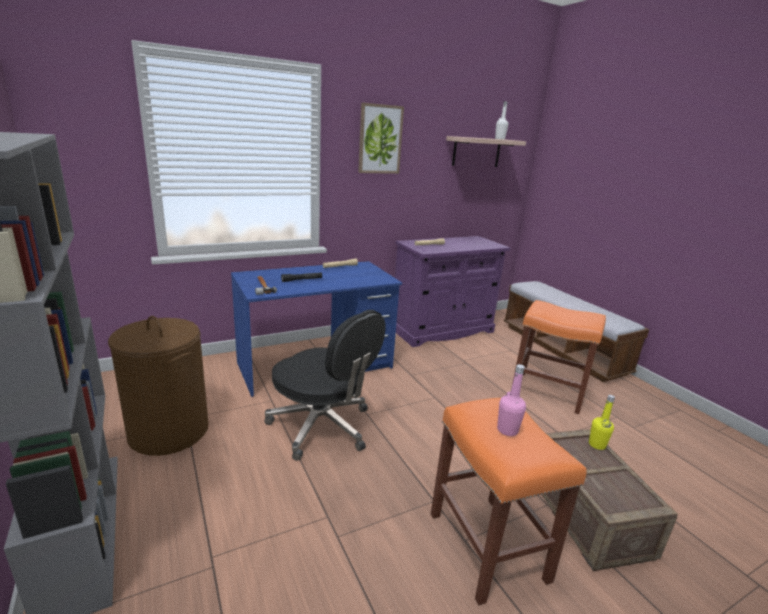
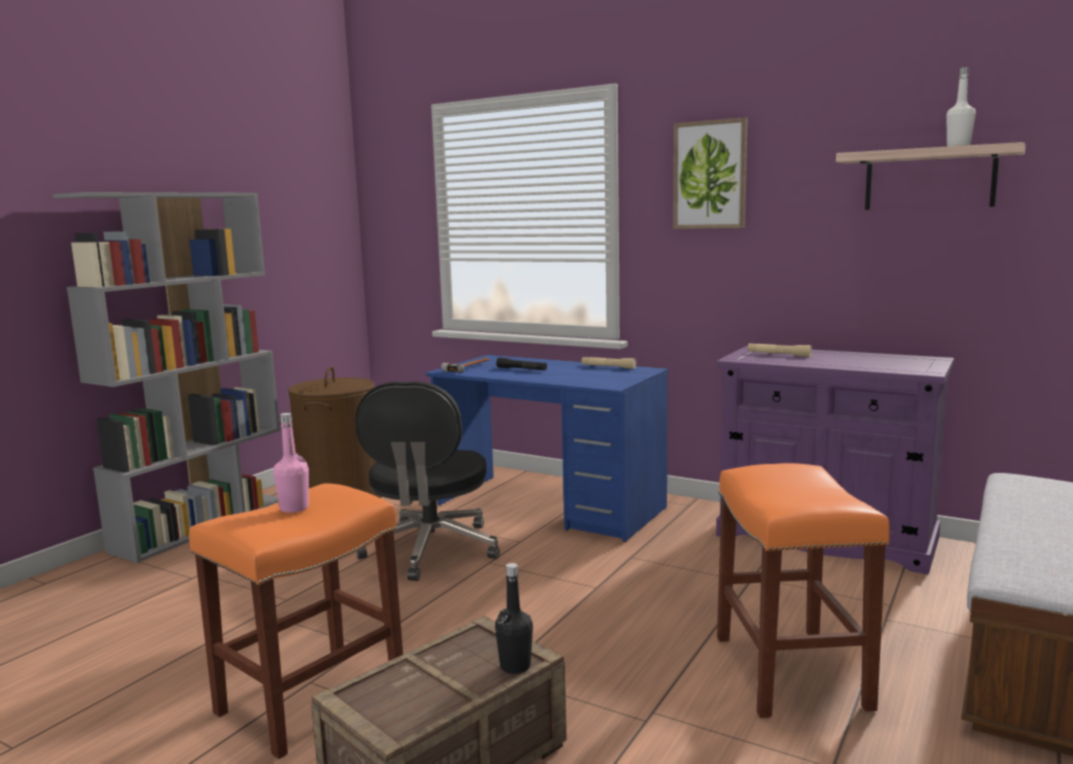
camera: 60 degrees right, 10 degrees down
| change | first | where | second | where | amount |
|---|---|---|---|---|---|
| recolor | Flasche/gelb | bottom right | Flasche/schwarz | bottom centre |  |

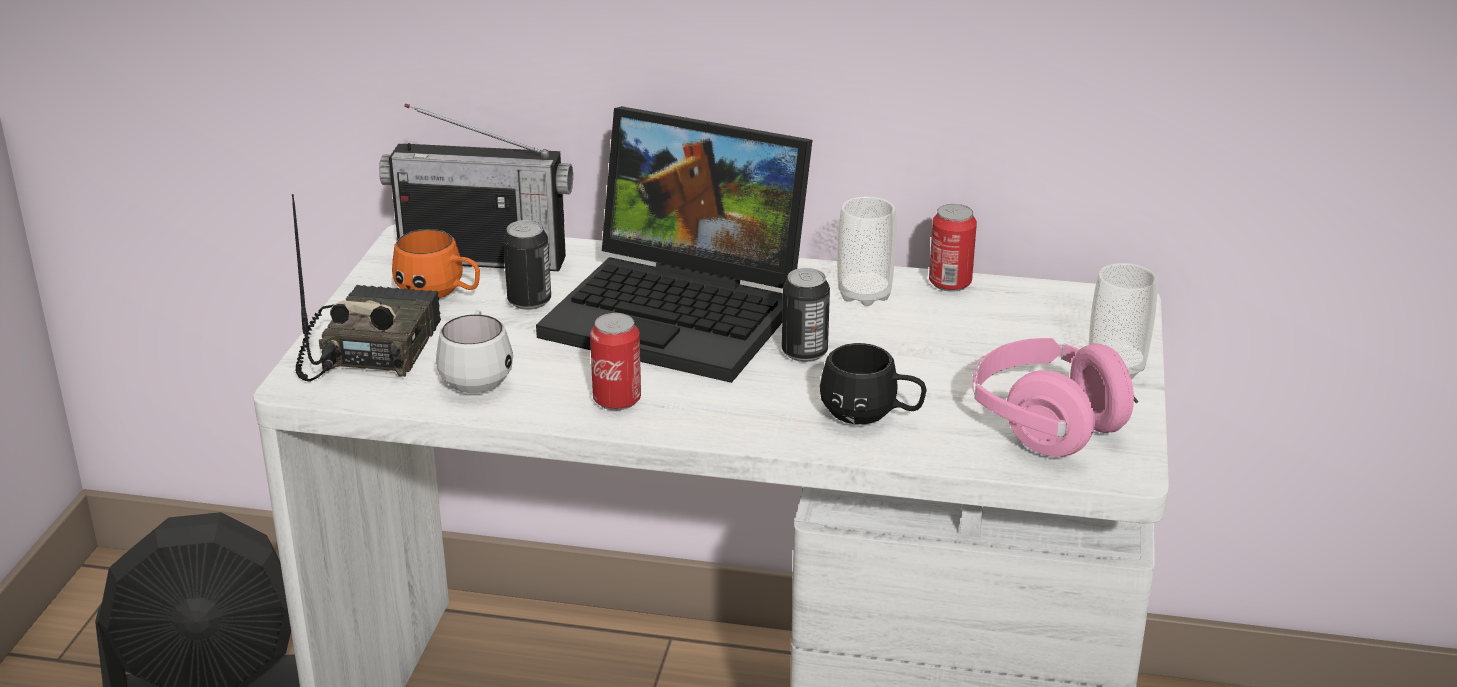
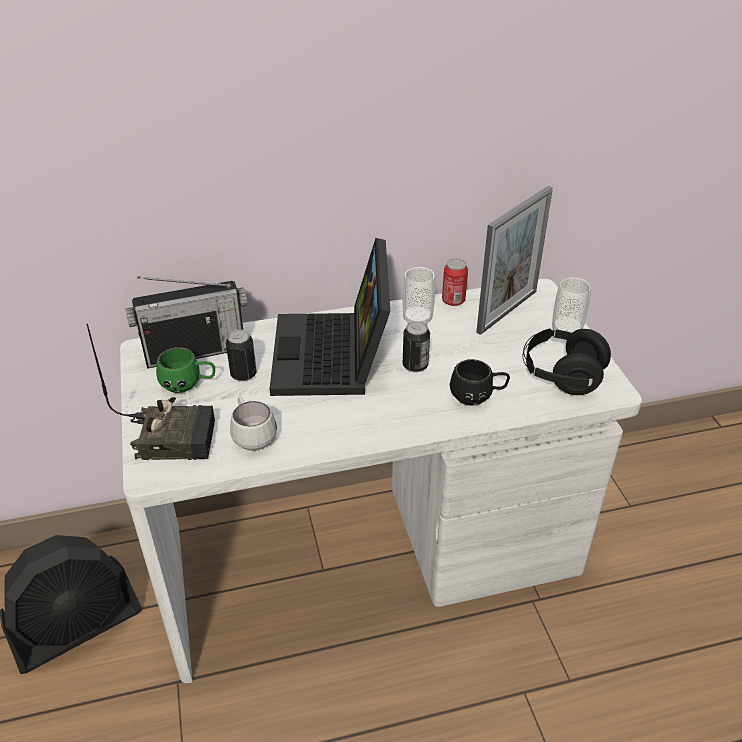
camera: 25 degrees left, 10 degrees up
| change | first | where | second | where | amount |
|---|---|---|---|---|---|
| delete | Dose (2nd from left) | centre |  |  |  |
| insert |  |  | Bilderrahmen | middle right |  |
| recolor | Henkelbecher/orange | middle left | Henkelbecher/grün | middle left |  |
| recolor | Kopfhörer/rosa | middle right | Kopfhörer/schwarz | middle right |  |
| rotate | Radio (1st from left) | middle left |  | middle left | 105 degrees clockwise |
| rotate | Laptop | centre |  | centre | 90 degrees clockwise |

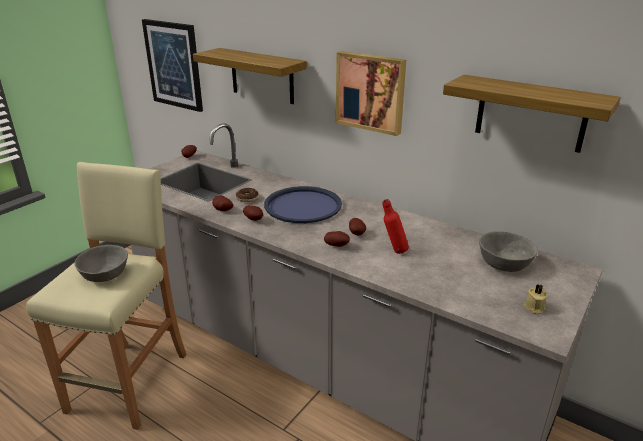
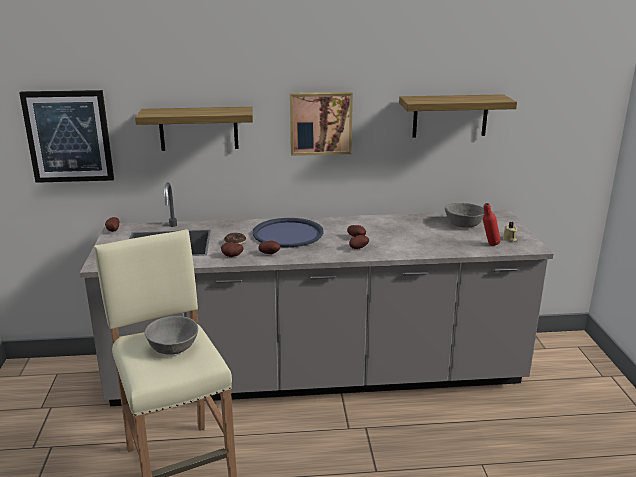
camera: 40 degrees left, 5 degrees down
| change | first | where | second | where | amount |
|---|---|---|---|---|---|
| move | Flasche/rot | centre |  | middle right |  |

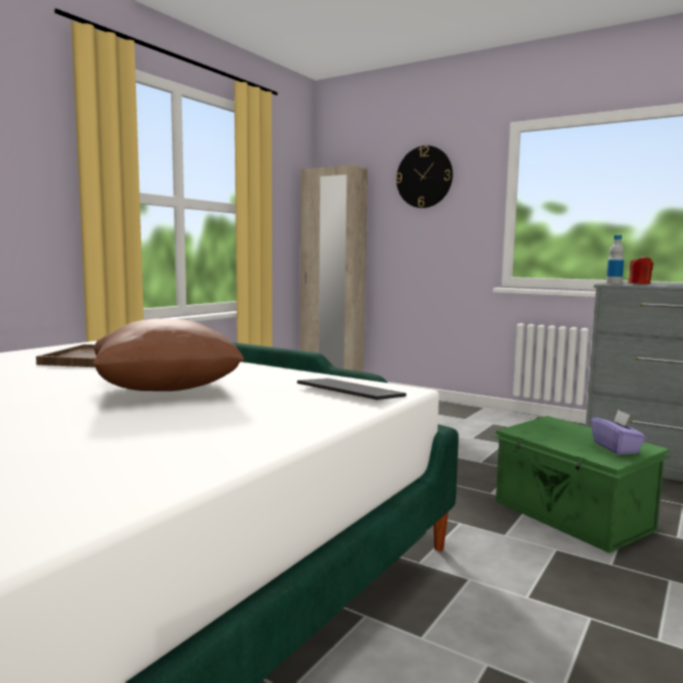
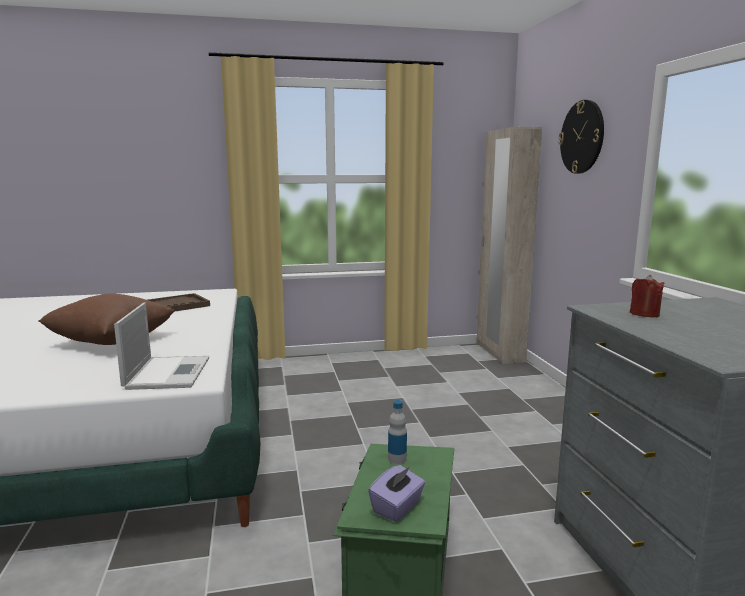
camera: 45 degrees right, 5 degrees up
| change | first | where | second | where | amount |
|---|---|---|---|---|---|
| move | Flasche | middle right |  | bottom centre |  |
| replace | Tastatur | centre | Laptop | middle left |  |

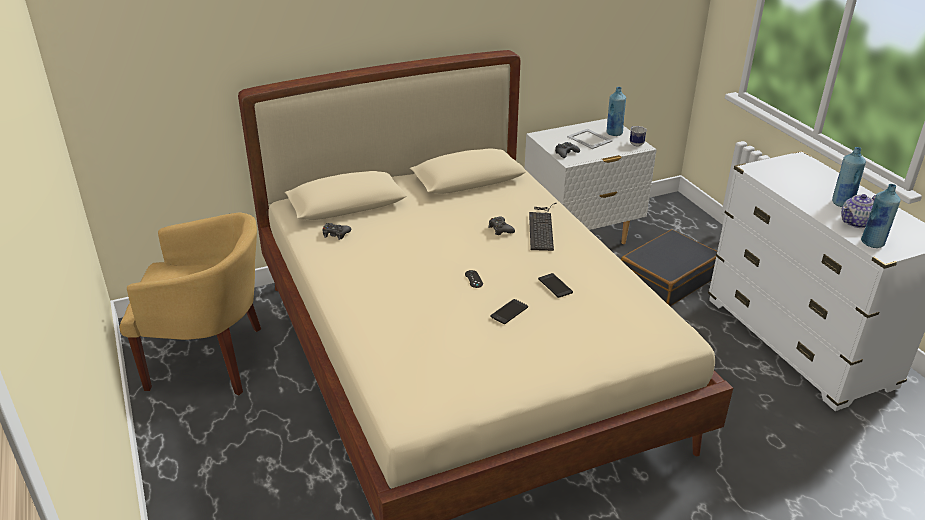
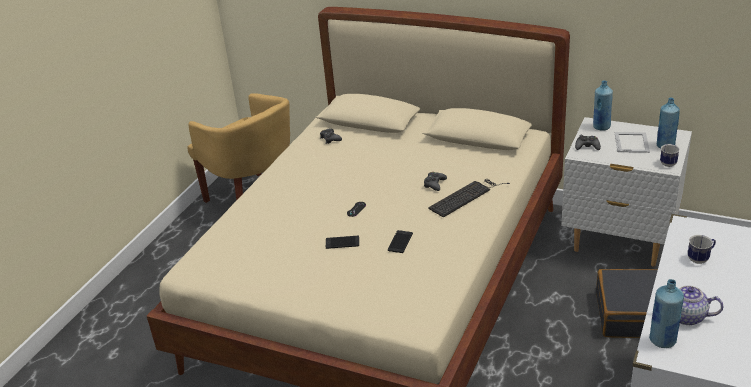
camera: 50 degrees right, 0 degrees up
| change | first | where | second | where | amount |
|---|---|---|---|---|---|
| insert |  |  | Henkelbecher (2nd from left) | middle right |  |
| move | Flasche/blau (2nd from left in the first image) | middle right | Flasche/blau (1st from left) | top right |  |

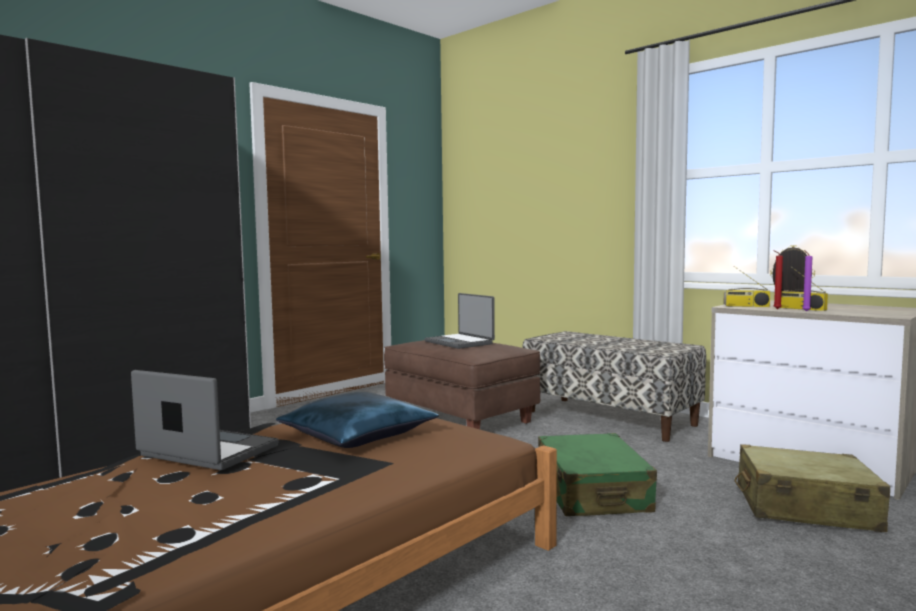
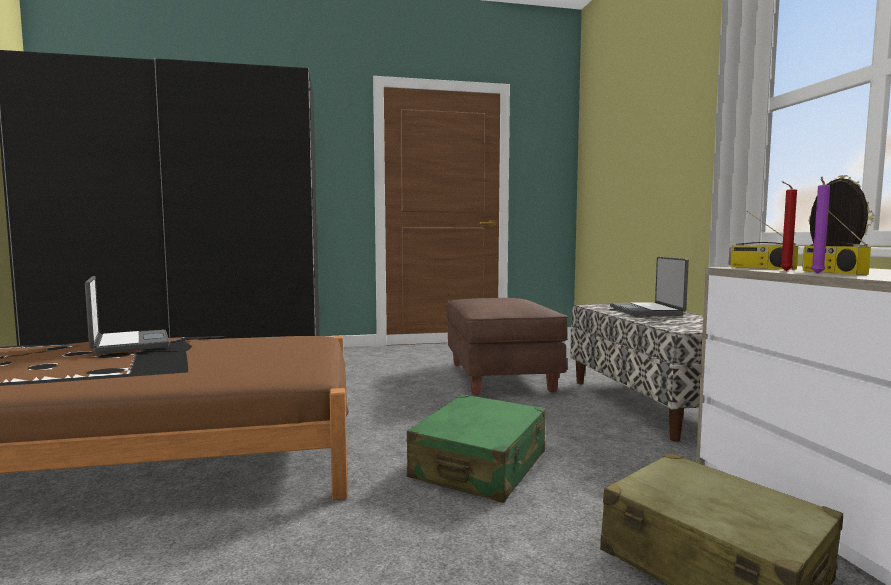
camera: 35 degrees right, 0 degrees up
| change | first | where | second | where | amount |
|---|---|---|---|---|---|
| delete | Kissen/blau | bottom centre |  |  |  |
| move | Laptop (2nd from left) | centre |  | middle right |  |

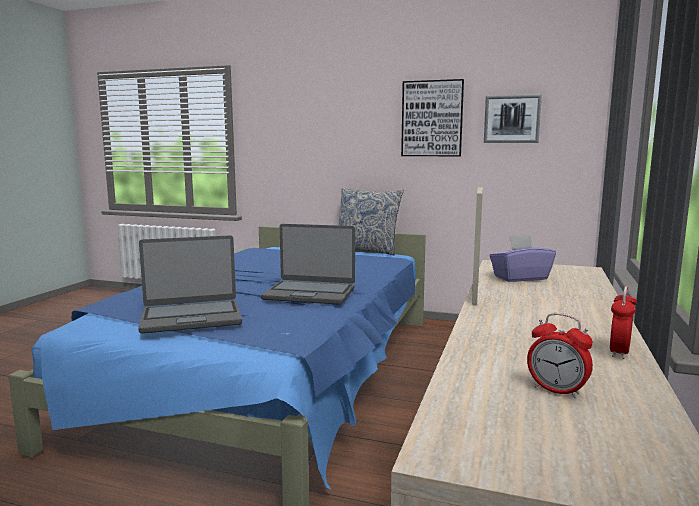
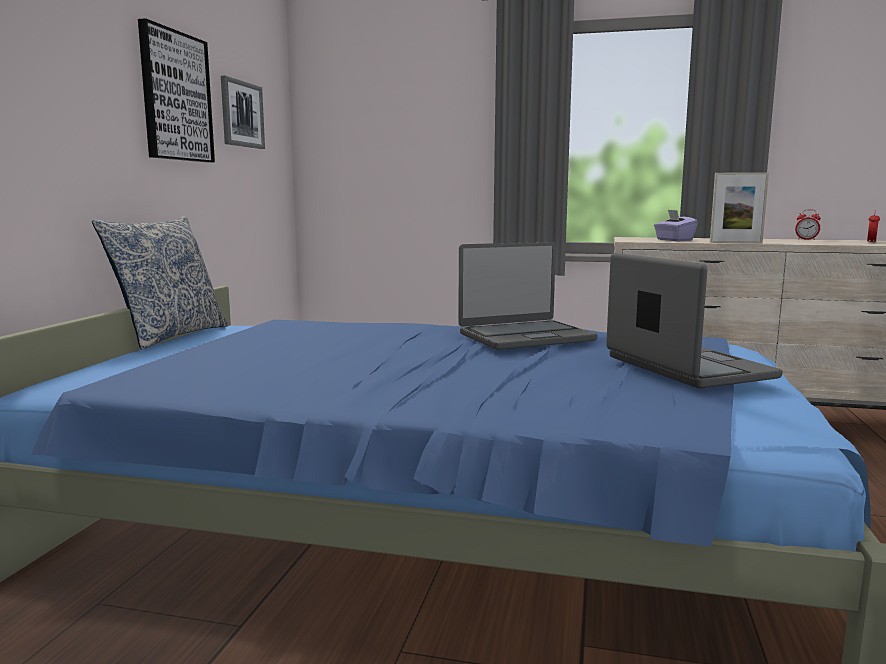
camera: 95 degrees left, 0 degrees up
| change | first | where | second | where | amount |
|---|---|---|---|---|---|
| rotate | Laptop (2nd from left in the first image) | centre | Laptop (1st from left) | centre | 60 degrees clockwise |

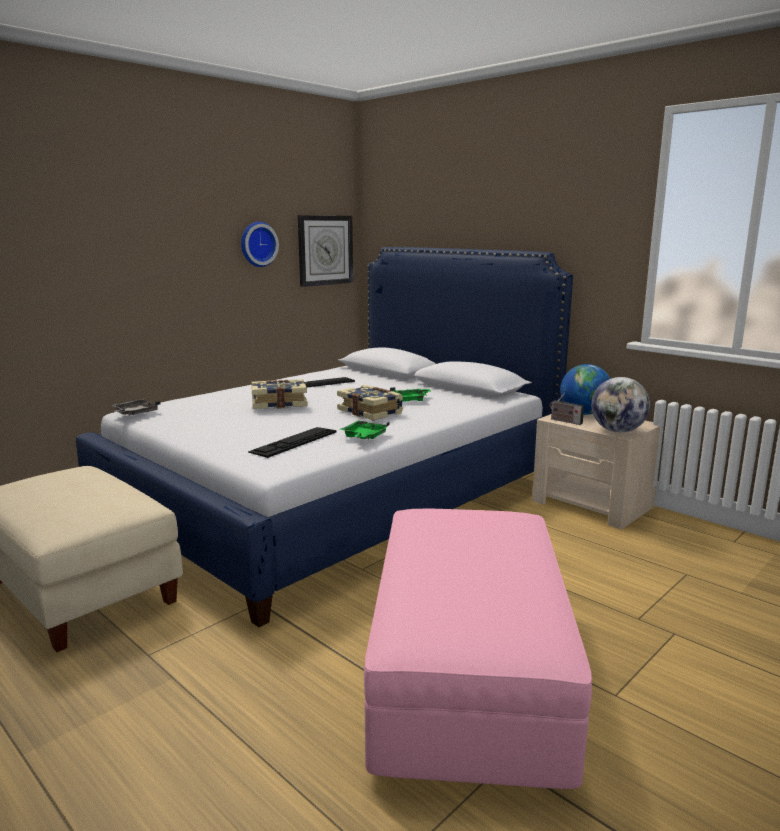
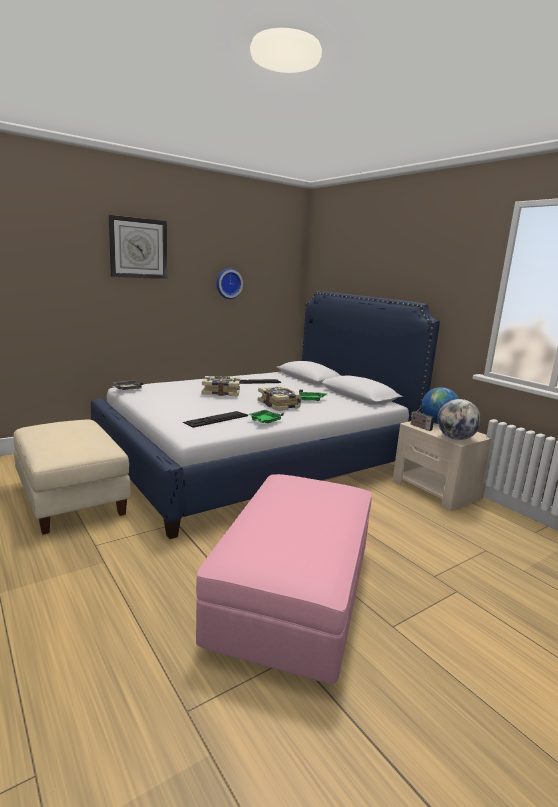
camera: 10 degrees right, 0 degrees up
| change | first | where | second | where | amount |
|---|---|---|---|---|---|
| move | Wanduhr (2nd from left in the first image) | top centre | Wanduhr (1st from left) | top left |  |

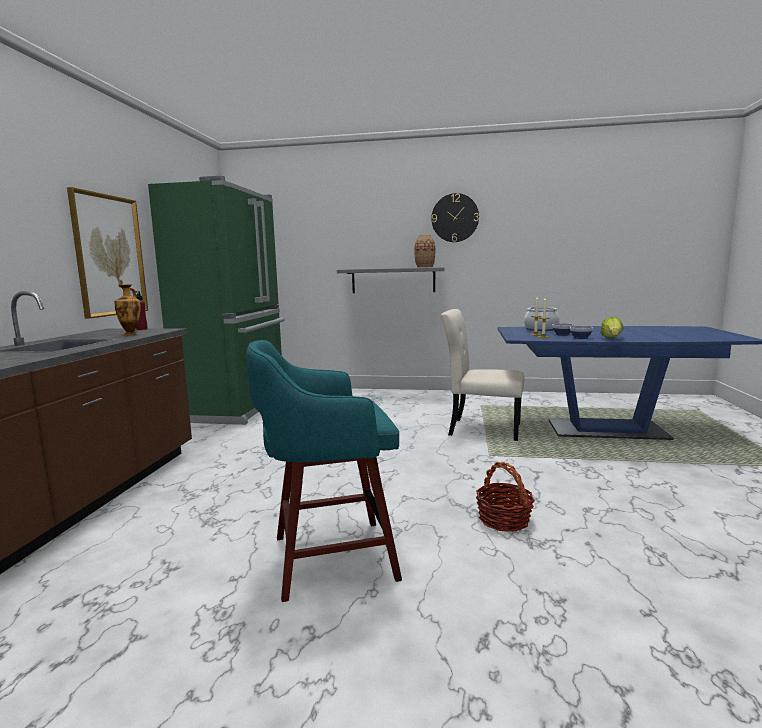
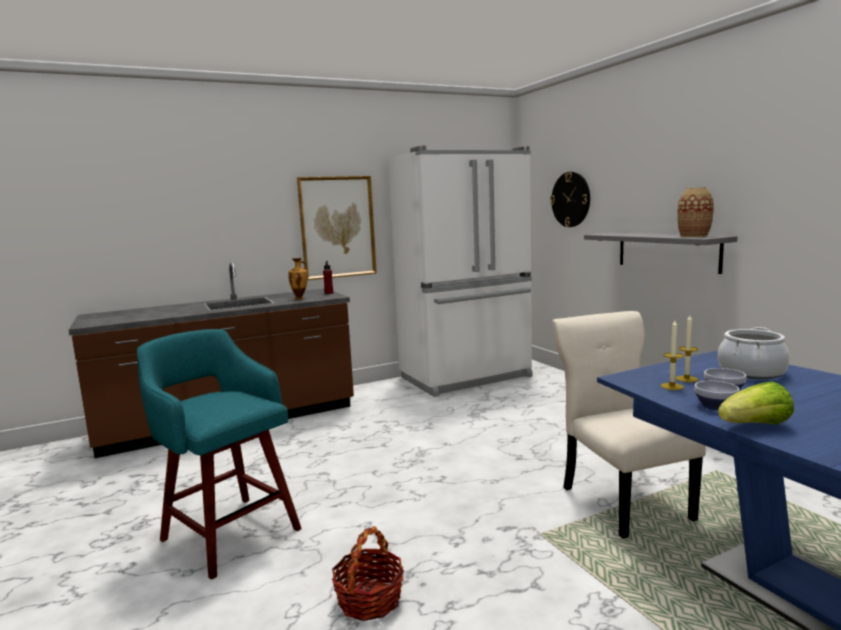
camera: 55 degrees right, 0 degrees up
| change | first | where | second | where | amount |
|---|---|---|---|---|---|
| move | Wanduhr | top centre |  | top right |  |
| recolor | Kühlschrank/grün | middle left | Kühlschrank/weiß | centre |  |

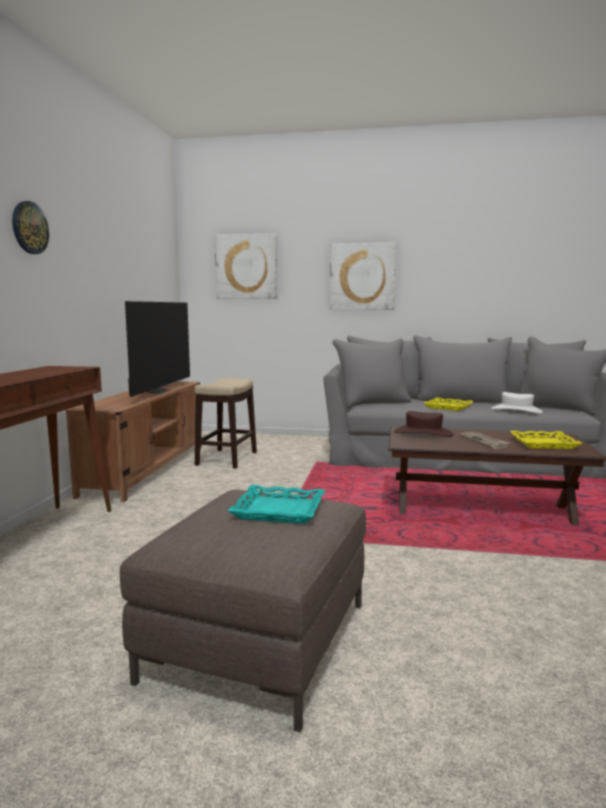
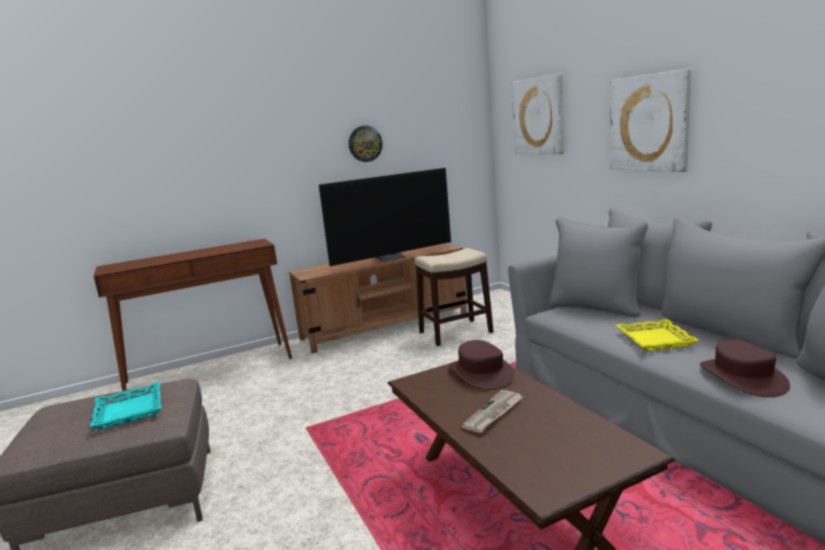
camera: 55 degrees right, 5 degrees up
| change | first | where | second | where | amount |
|---|---|---|---|---|---|
| delete | Tablett/gelb (2nd from left) | middle right |  |  |  |
| move | Wanduhr | top left |  | top centre |  |
| recolor | Hut/weiß | middle right | Hut/braun (2nd from left) | bottom right |  |

